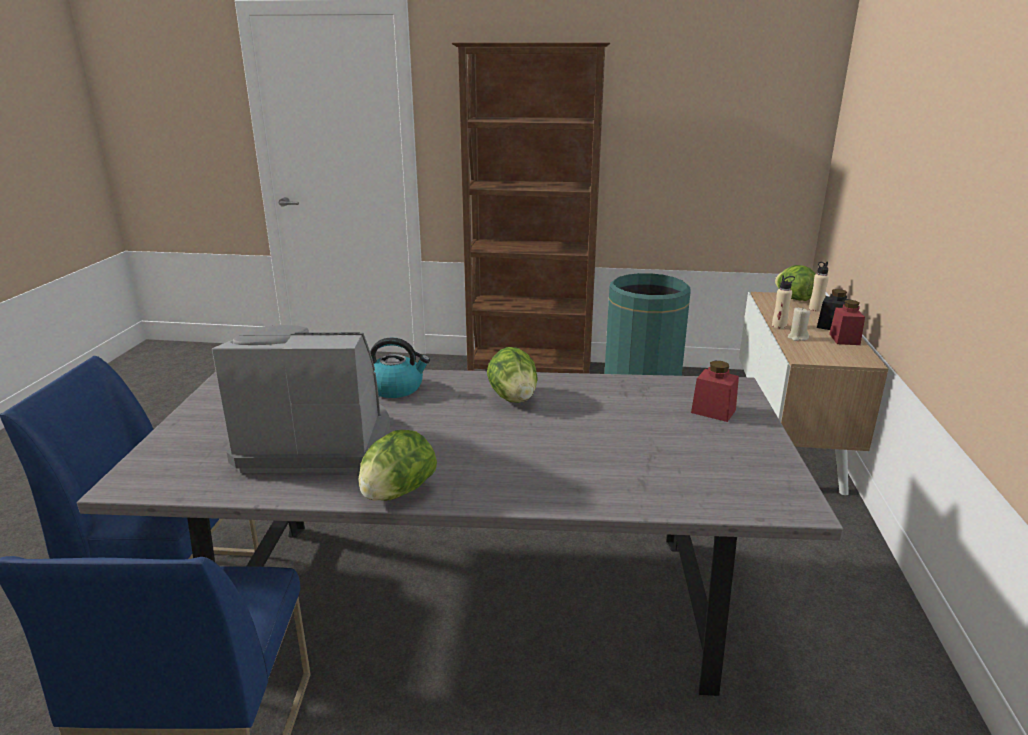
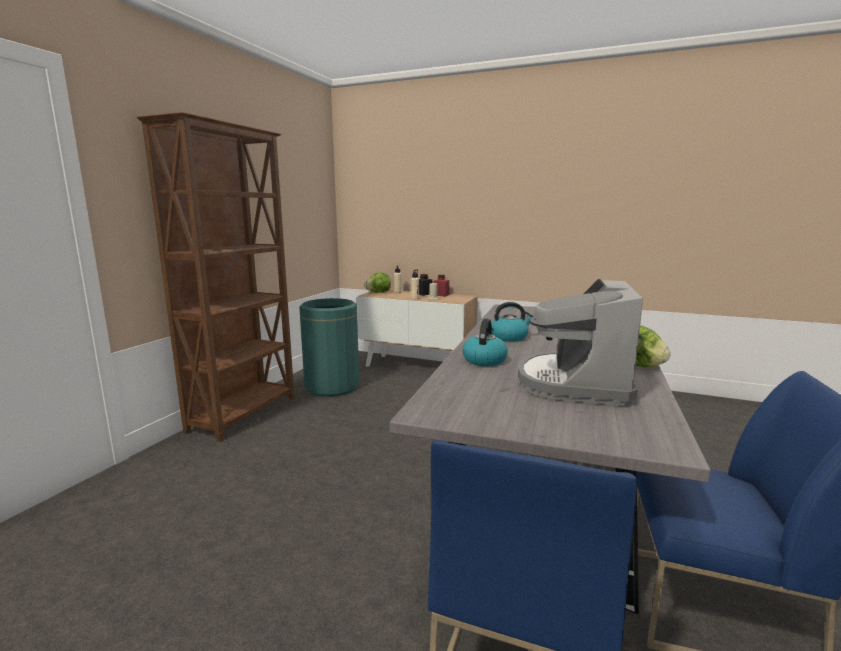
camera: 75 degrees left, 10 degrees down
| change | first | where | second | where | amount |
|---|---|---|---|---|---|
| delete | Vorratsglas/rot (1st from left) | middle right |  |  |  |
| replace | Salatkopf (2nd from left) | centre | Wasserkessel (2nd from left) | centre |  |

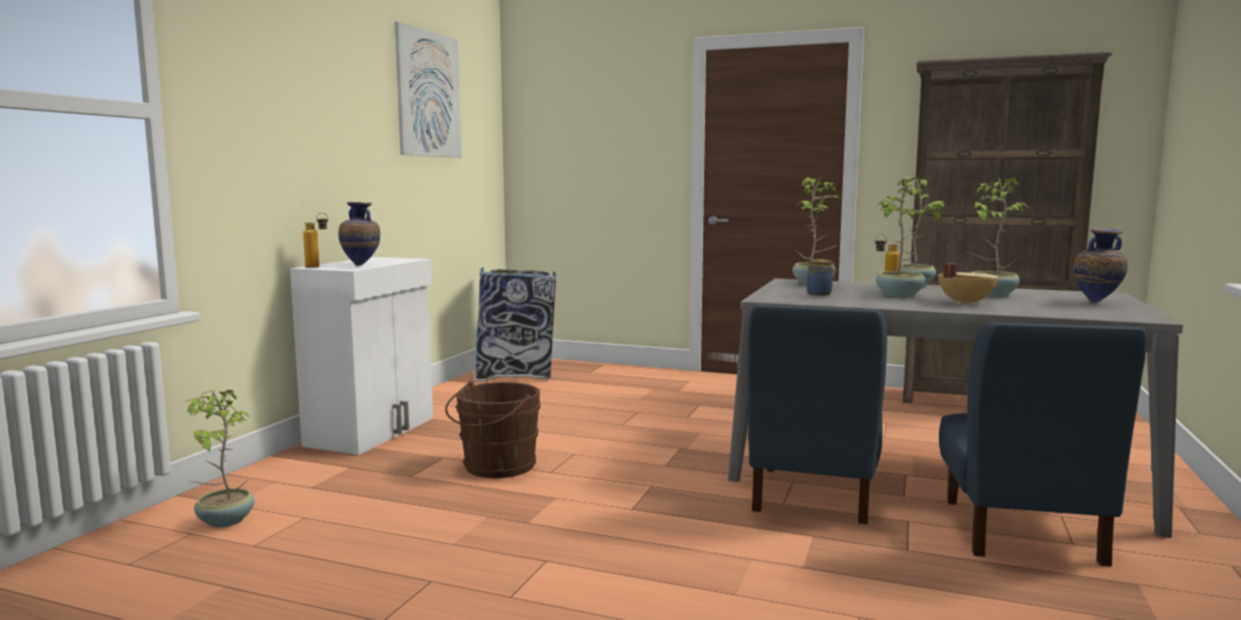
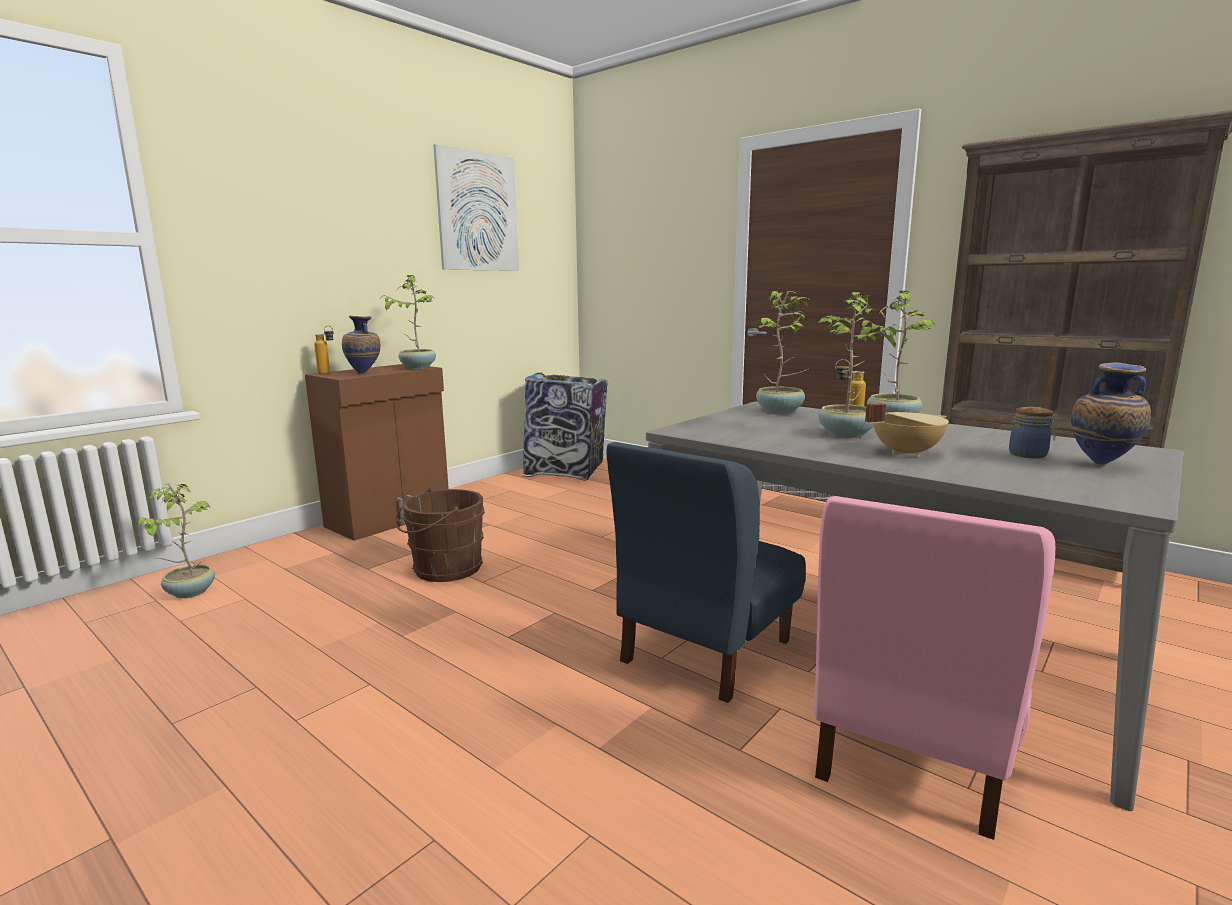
camera: 20 degrees right, 5 degrees up
| change | first | where | second | where | amount |
|---|---|---|---|---|---|
| move | Vorratsglas | centre |  | middle right |  |
| move | Topfpflanze (5th from left in the first image) | middle right | Topfpflanze (2nd from left) | middle left |  |
| recolor | Schrank/weiß | middle left | Schrank/braun | middle left |  |
| recolor | Stuhl/blau (2nd from left) | bottom right | Stuhl/rosa | bottom right |  |

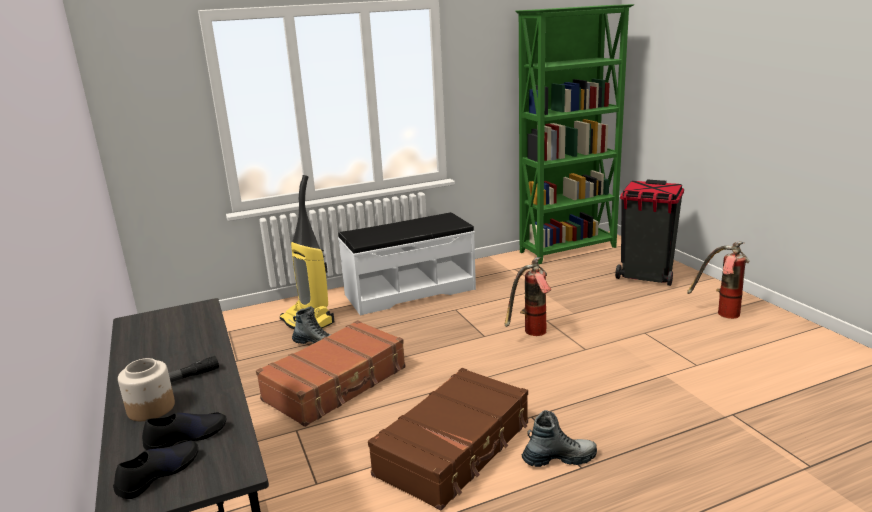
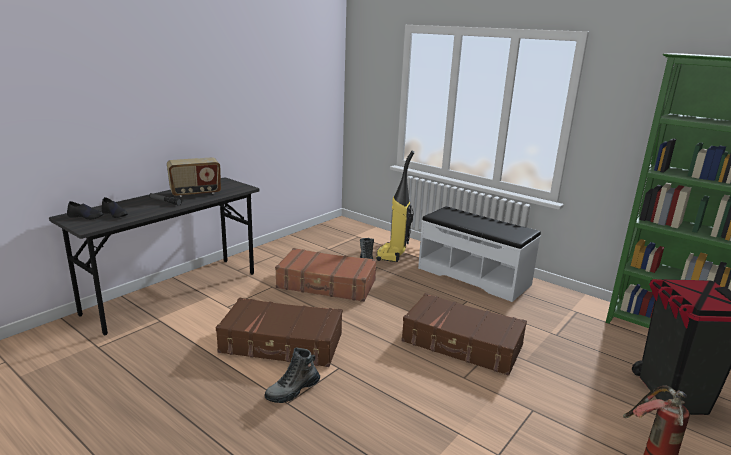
camera: 60 degrees right, 0 degrees up
| change | first | where | second | where | amount |
|---|---|---|---|---|---|
| delete | Vorratsglas | bottom left |  |  |  |
| insert |  |  | Radio | middle left |  |
| replace | Feuerlöscher (1st from left) | centre | Koffer/braun (3rd from left) | bottom centre |  |
| rotate | Stiefel (2nd from left in the first image) | bottom centre | Stiefel (1st from left) | bottom centre | 90 degrees clockwise |

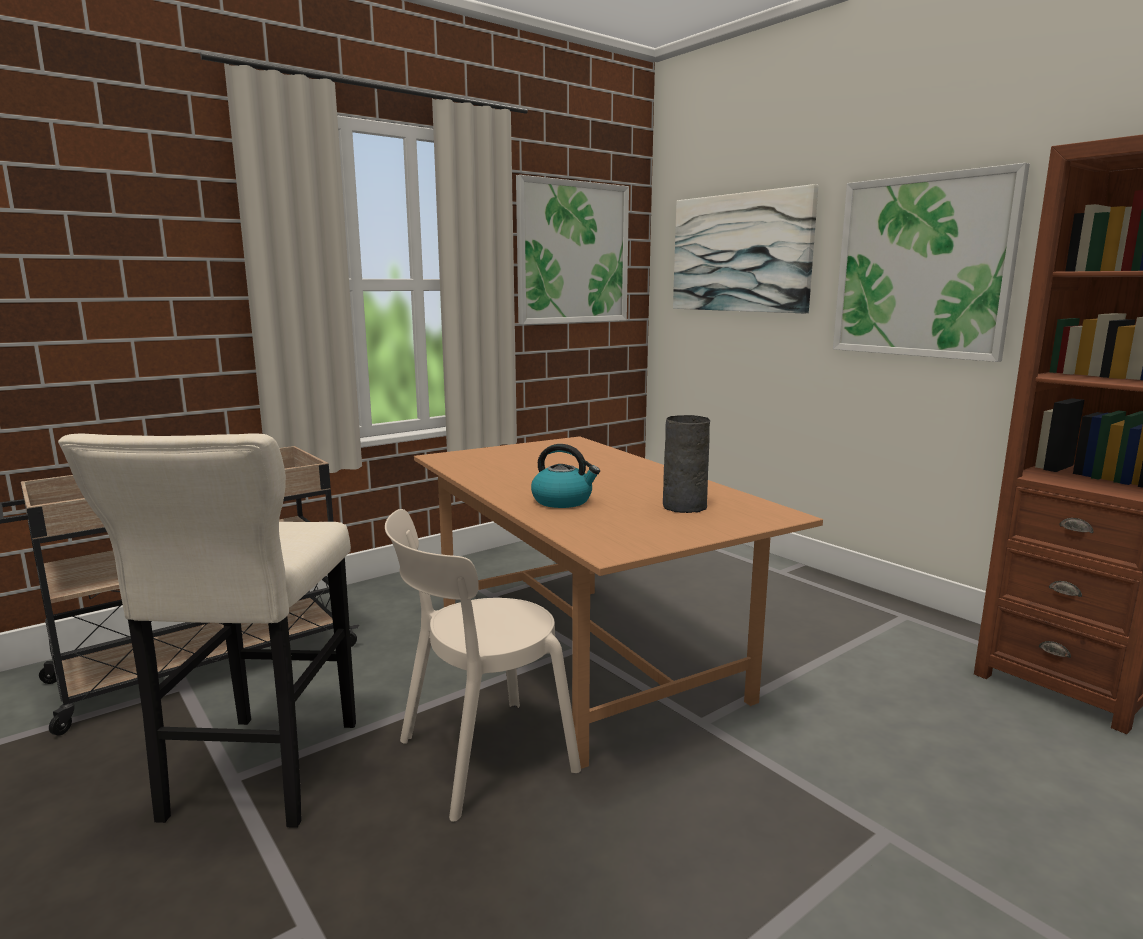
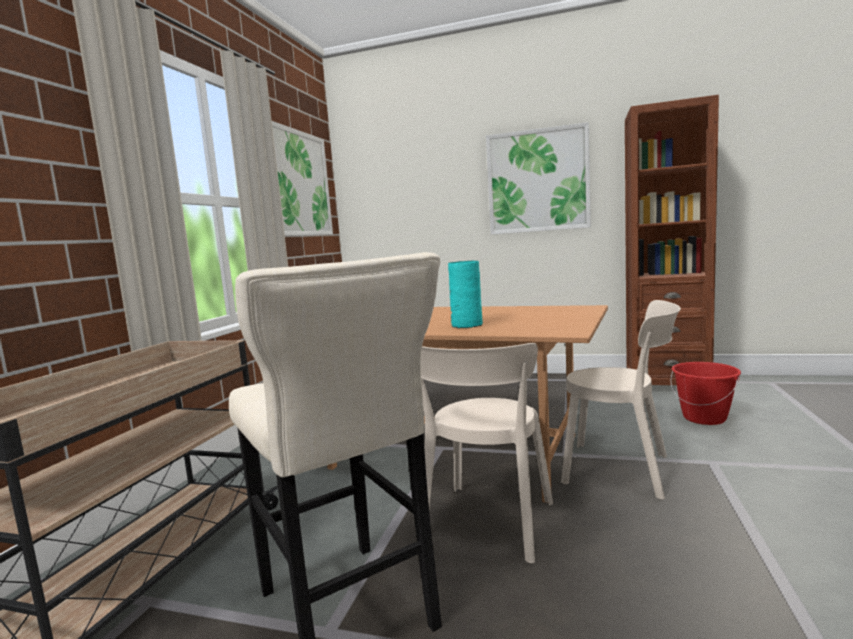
camera: 35 degrees left, 5 degrees down
| change | first | where | second | where | amount |
|---|---|---|---|---|---|
| delete | Vase/grau | centre |  |  |  |
| delete | Bild (2nd from left) | top centre |  |  |  |
| insert |  |  | Stuhl/beige (2nd from left) | middle right |  |
| insert |  |  | Eimer/rot | middle right |  |
| replace | Wasserkessel | centre | Vase/türkis | centre |  |

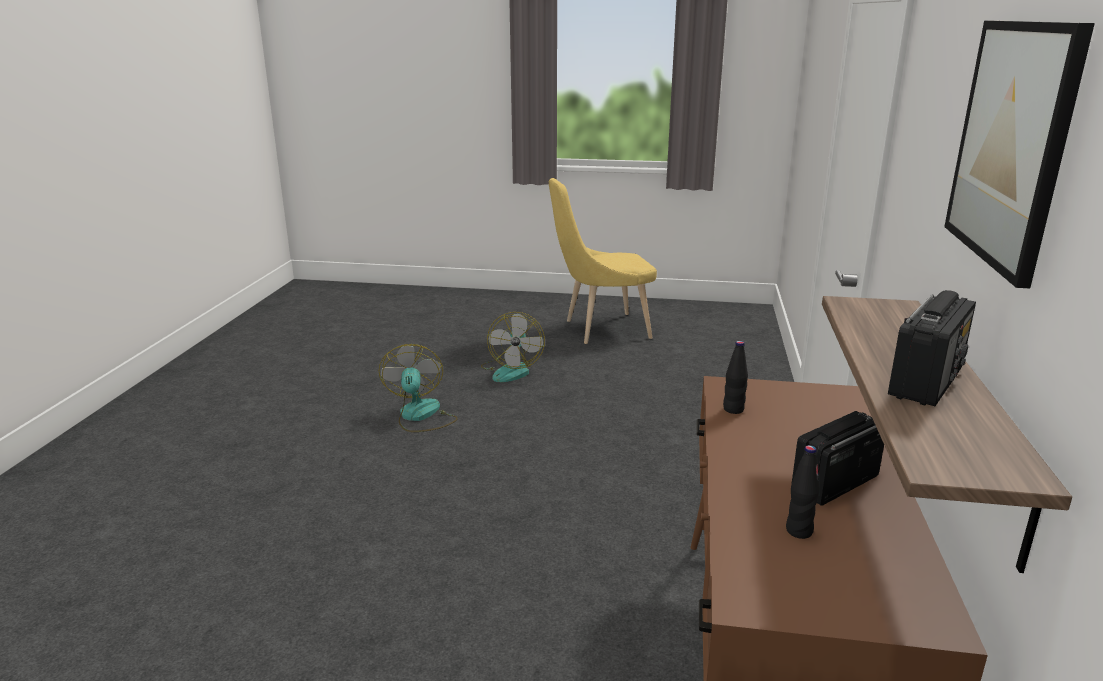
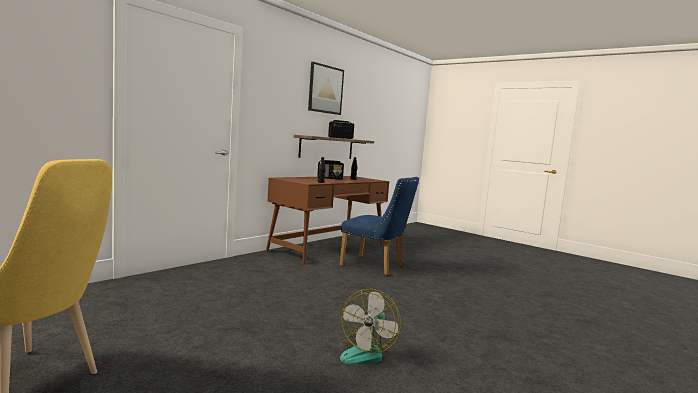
camera: 150 degrees left, 15 degrees down
| change | first | where | second | where | amount |
|---|---|---|---|---|---|
| delete | Ventilator (2nd from left) | centre |  |  |  |
| insert |  |  | Stuhl/blau | centre |  |

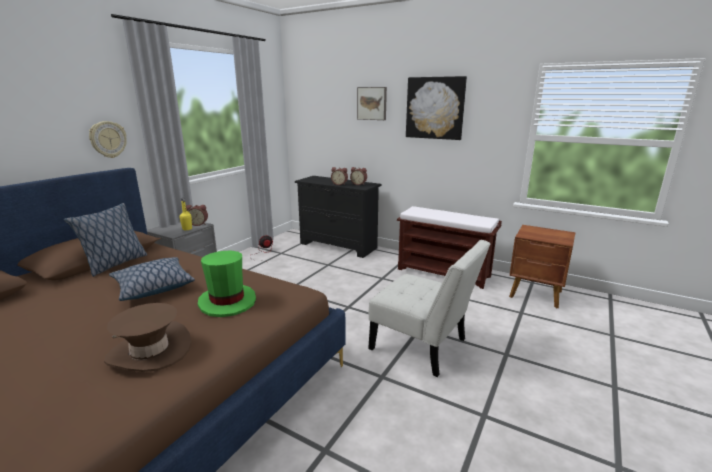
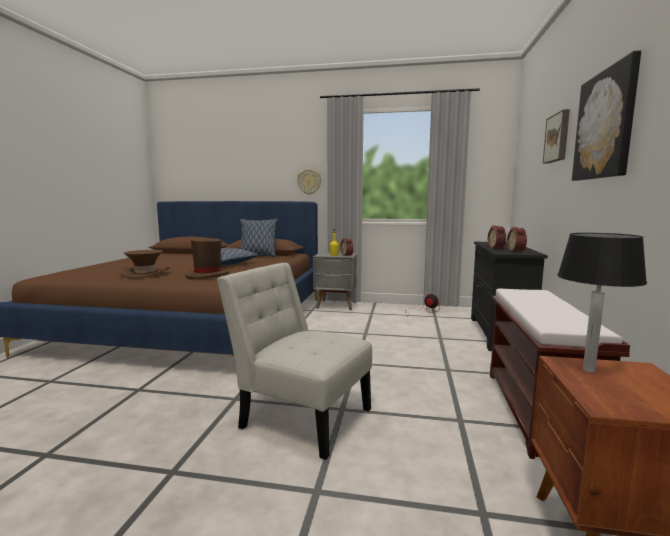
camera: 70 degrees right, 10 degrees down
| change | first | where | second | where | amount |
|---|---|---|---|---|---|
| insert |  |  | Tischlampe | middle right |  |
| recolor | Hut/grün | middle left | Hut/braun (2nd from left) | middle left |  |
| rotate | Stuhl/weiß | centre |  | bottom centre | 105 degrees clockwise |

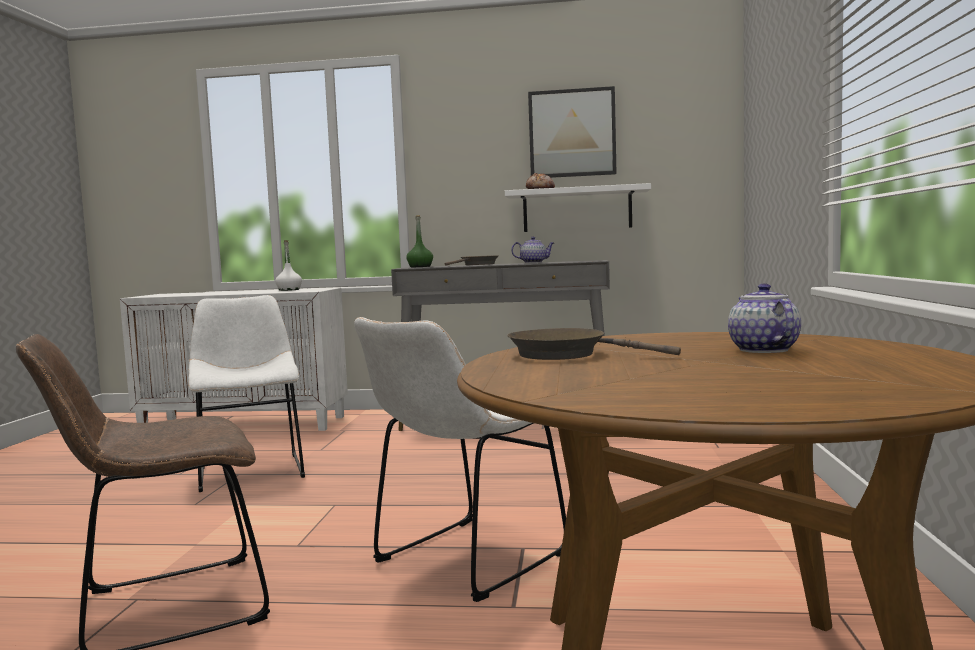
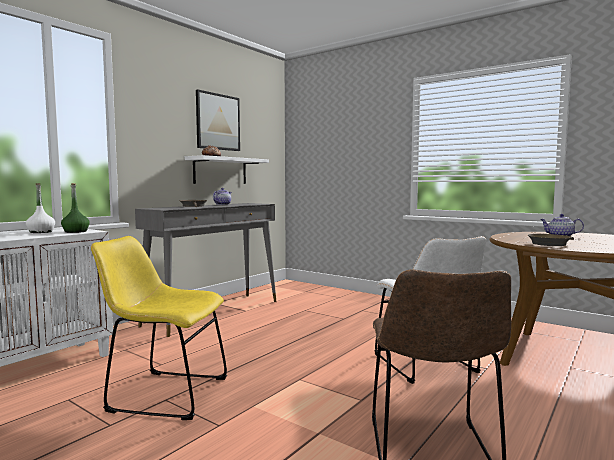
camera: 60 degrees left, 0 degrees up
| change | first | where | second | where | amount |
|---|---|---|---|---|---|
| move | Flasche/grün | centre |  | middle left |  |
| recolor | Stuhl/weiß (1st from left) | middle left | Stuhl/gelb | bottom left |  |

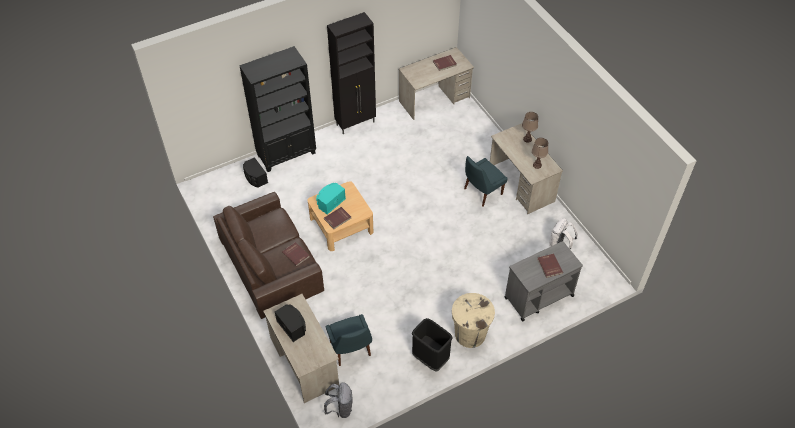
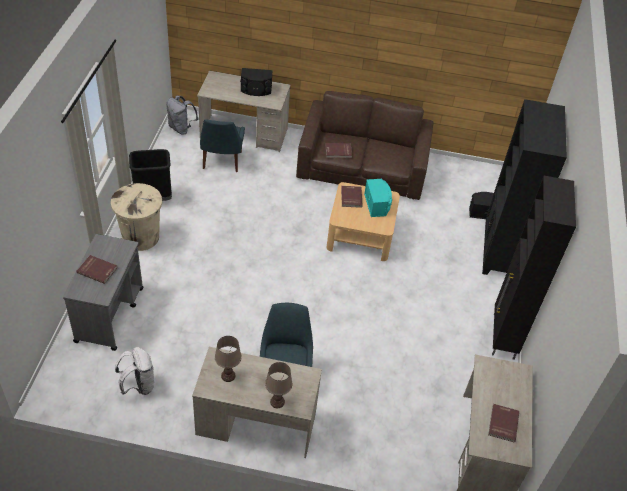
camera: 125 degrees right, 5 degrees down
| change | first | where | second | where | amount |
|---|---|---|---|---|---|
| rotate | Stuhl/blau (1st from left) | bottom centre |  | top centre | 105 degrees counterclockwise |

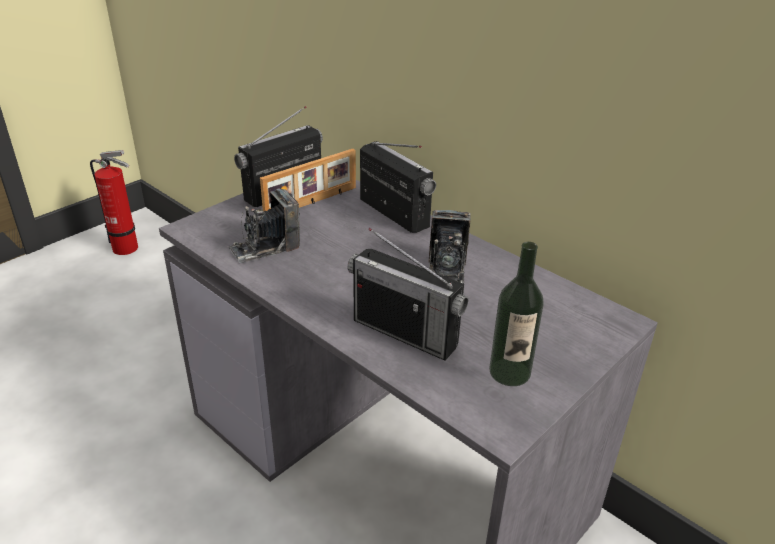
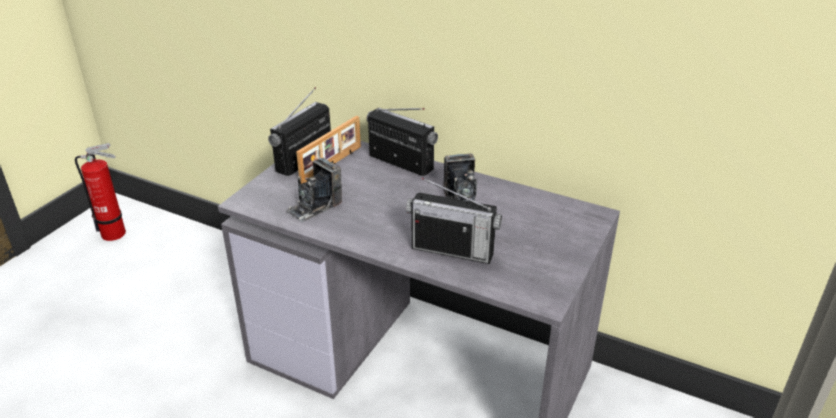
camera: 15 degrees left, 0 degrees up
| change | first | where | second | where | amount |
|---|---|---|---|---|---|
| delete | Flasche | centre |  |  |  |

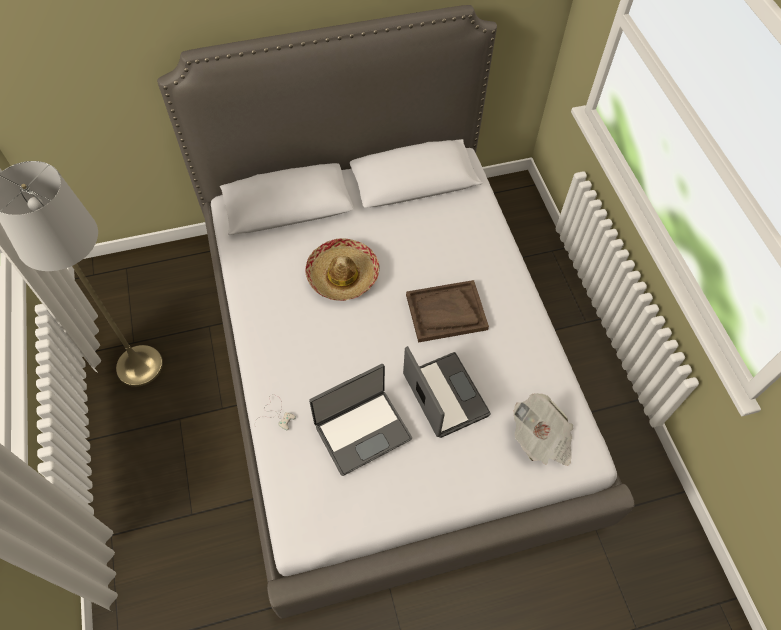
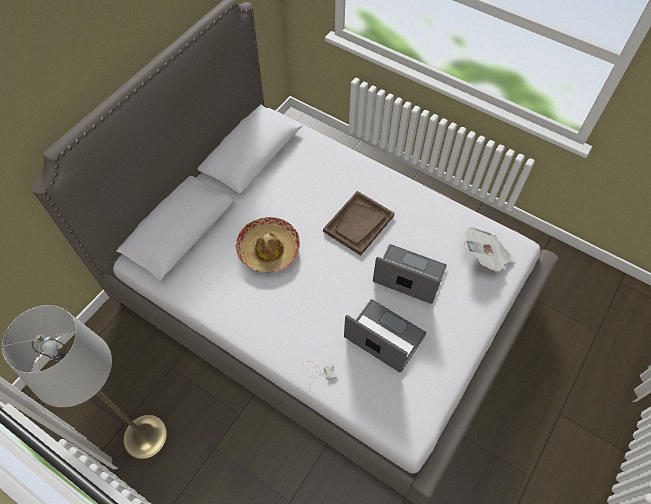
camera: 40 degrees left, 0 degrees up
| change | first | where | second | where | amount |
|---|---|---|---|---|---|
| rotate | Laptop (1st from left) | bottom centre |  | centre | 75 degrees counterclockwise |

